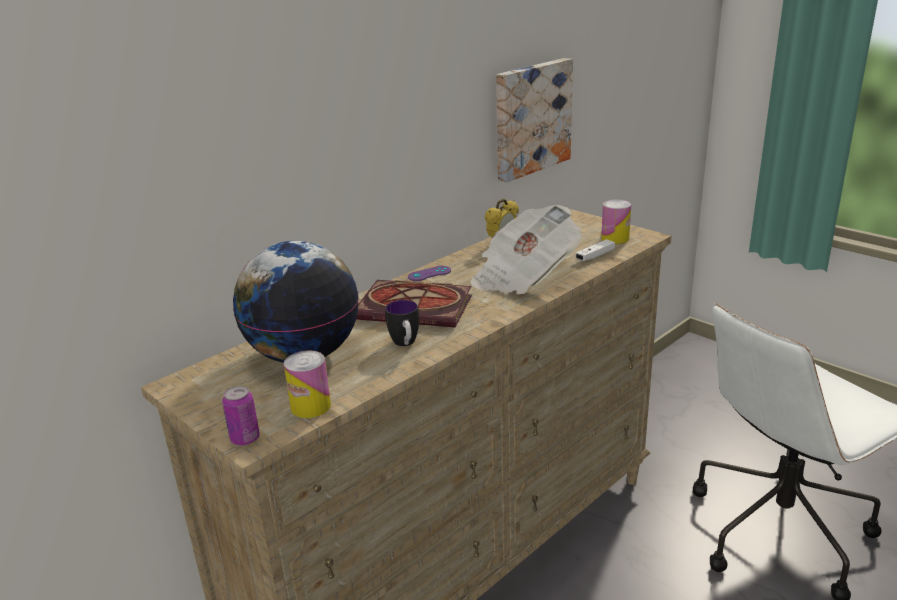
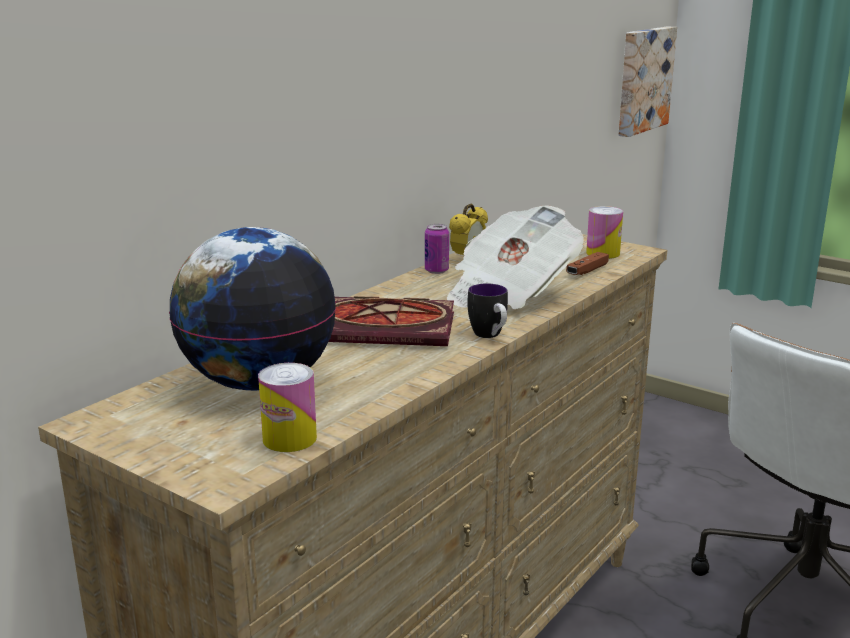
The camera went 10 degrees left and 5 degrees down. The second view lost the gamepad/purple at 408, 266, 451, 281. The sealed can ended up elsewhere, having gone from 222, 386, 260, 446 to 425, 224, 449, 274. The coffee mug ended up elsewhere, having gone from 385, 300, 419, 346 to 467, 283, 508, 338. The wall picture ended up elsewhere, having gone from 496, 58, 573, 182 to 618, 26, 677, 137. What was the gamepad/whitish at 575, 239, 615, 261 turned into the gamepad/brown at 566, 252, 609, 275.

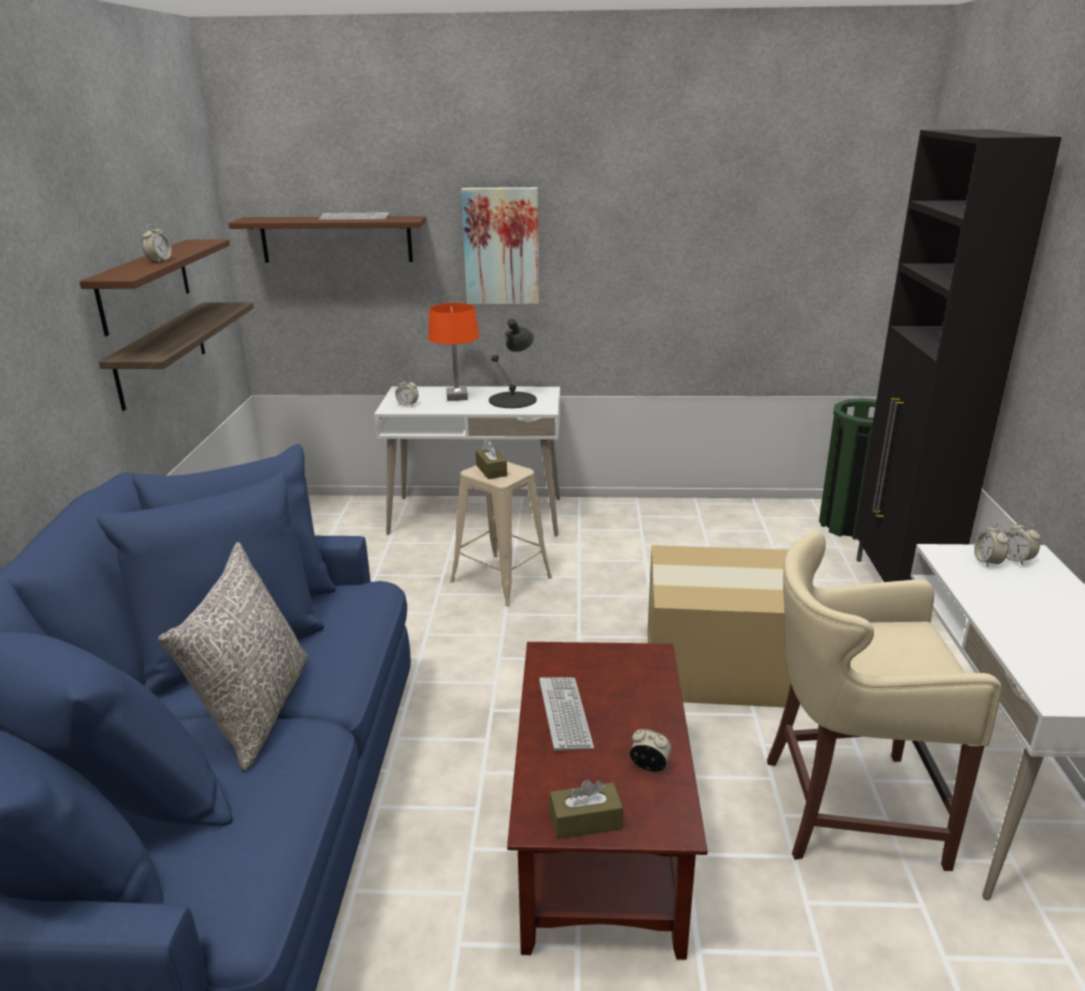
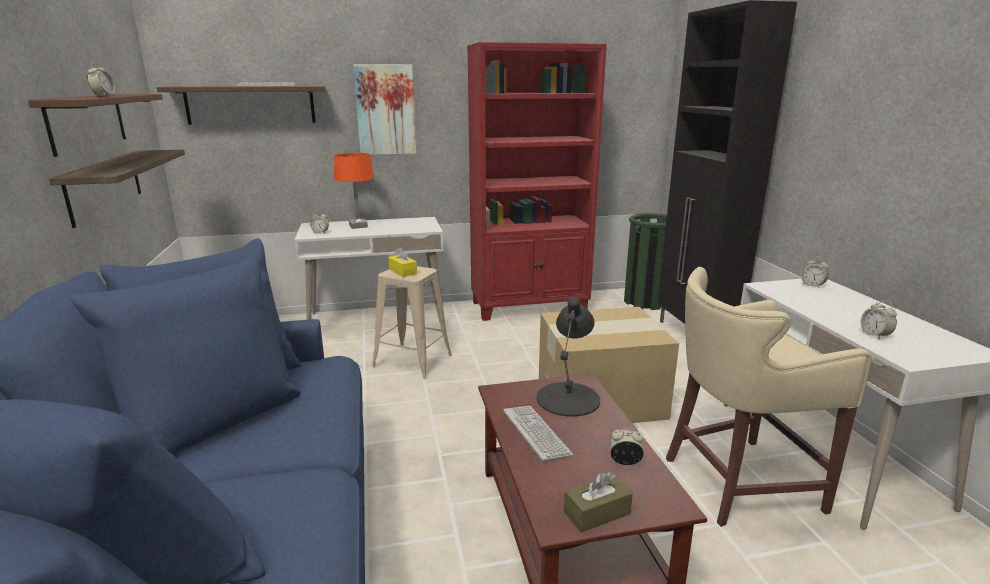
The camera went 15 degrees left and 5 degrees down. The second view lost the pillow/gray at 158, 542, 308, 770. The second view gained the bookshelf/reddish at 467, 42, 607, 321. The lamp for a table/black-coloured ended up elsewhere, having gone from 489, 319, 537, 408 to 537, 296, 600, 417. The bedside clock ended up elsewhere, having gone from 974, 523, 1009, 567 to 861, 300, 897, 340. What was the tissue box/brown at 476, 441, 507, 479 turned into the tissue box/yellow at 388, 247, 417, 277.

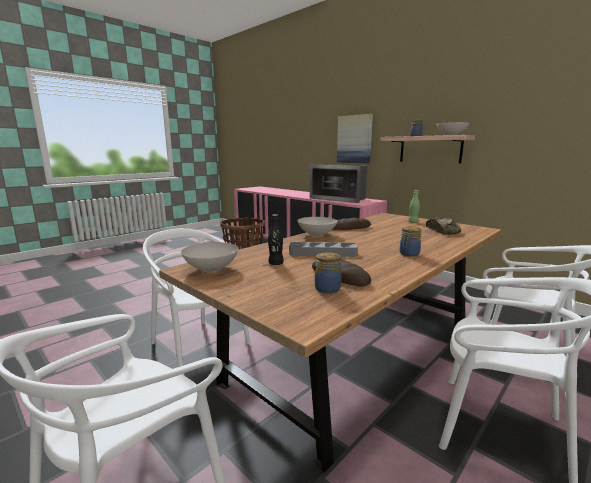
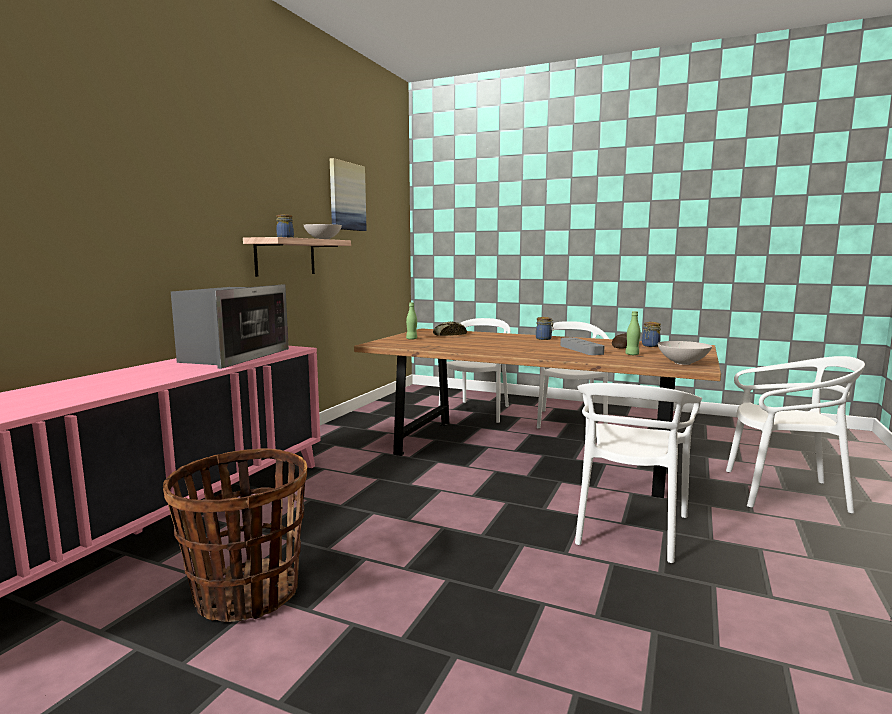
The camera went 110 degrees left and 5 degrees down. The second view lost the bowl/whitish at 298, 217, 337, 237. The second view lost the baked bread at 333, 218, 371, 230. The wall picture ended up elsewhere, having gone from 337, 114, 373, 163 to 330, 158, 367, 231. What was the bottle/black-coloured at 268, 214, 284, 265 turned into the bottle/green at 625, 311, 641, 355.

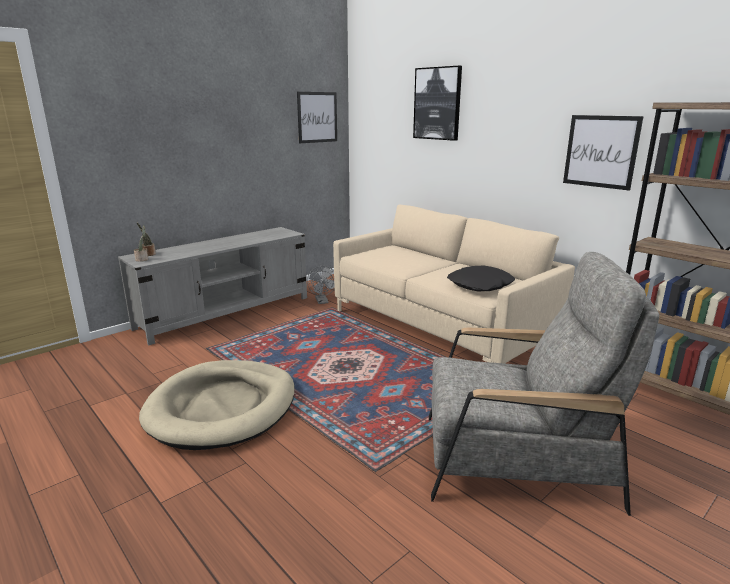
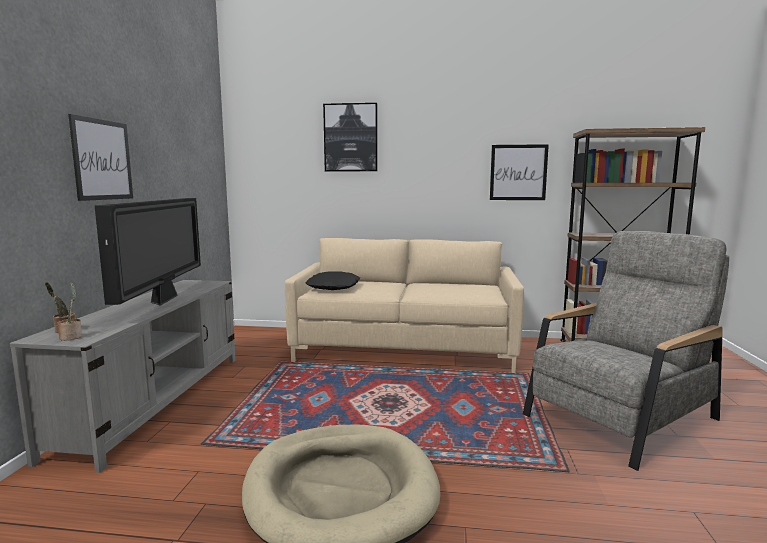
The camera went 40 degrees left and 10 degrees down. The second view lost the cooling fan/gray at 307, 266, 335, 304. The second view gained the television at 95, 198, 201, 306. The wall picture ended up elsewhere, having gone from 297, 92, 337, 143 to 68, 114, 133, 201. The pillow/black-coloured ended up elsewhere, having gone from 447, 265, 515, 291 to 306, 271, 360, 290.

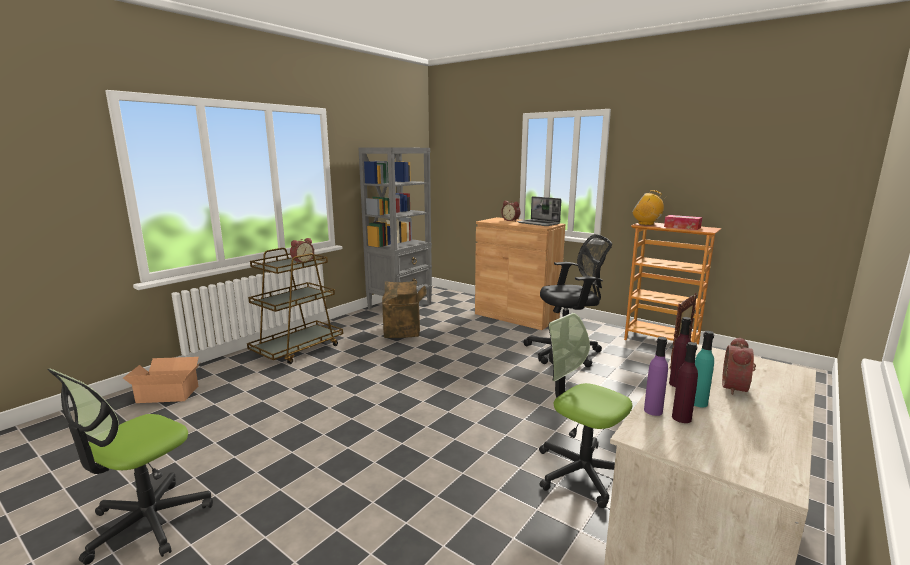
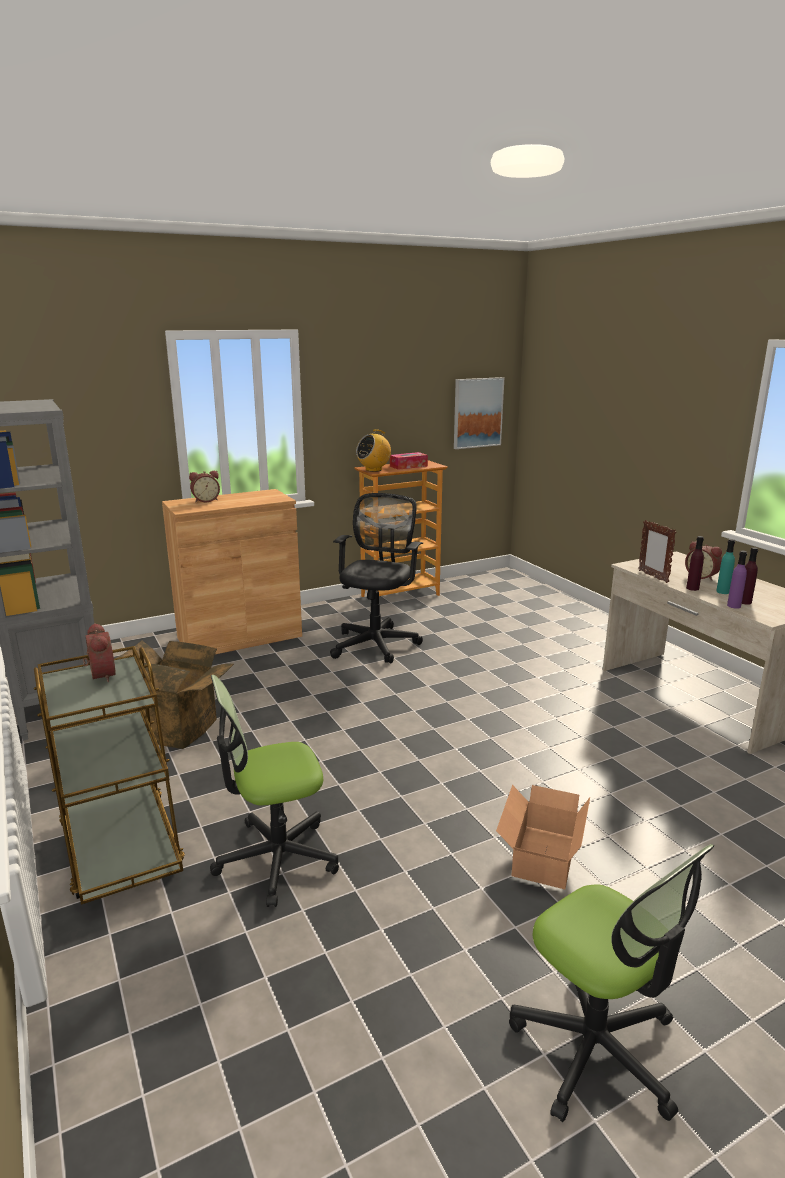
The camera went 65 degrees left and 5 degrees up. The second view lost the notebook computer at 517, 196, 561, 226. The second view gained the wall picture at 454, 377, 504, 449. The cardboard box ended up elsewhere, having gone from 123, 357, 200, 403 to 496, 785, 590, 889. The desk chair ended up elsewhere, having gone from 539, 313, 632, 508 to 210, 675, 339, 907.

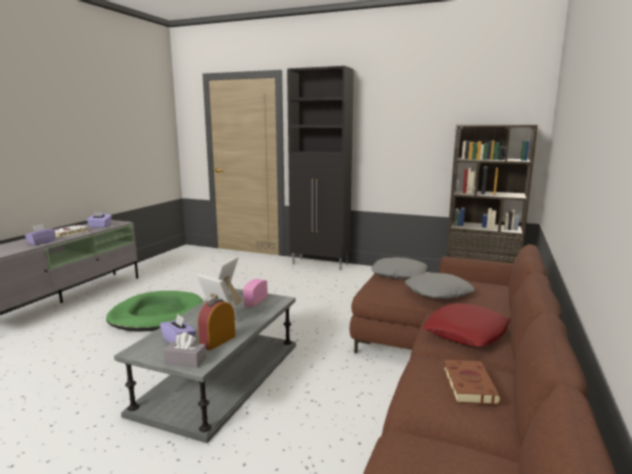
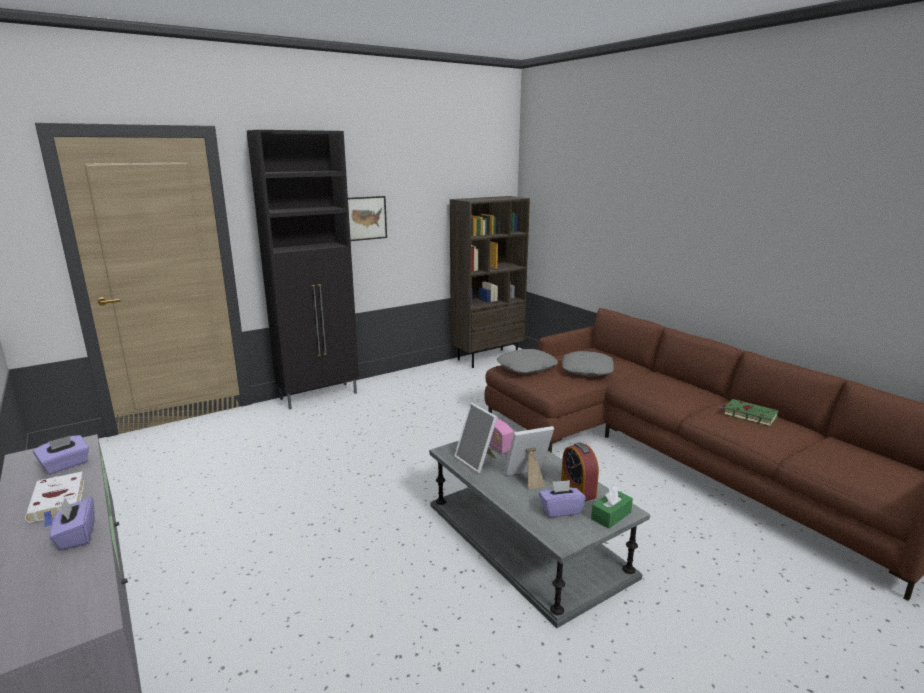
The camera went 55 degrees left and 5 degrees up. The second view lost the dog bed/green at 106, 291, 203, 331. The second view lost the pillow/reddish at 423, 303, 510, 347. The second view gained the wall picture at 348, 196, 387, 241. What was the tissue box/gray at 164, 332, 206, 368 turned into the tissue box/green at 591, 486, 633, 529. What was the book/brown at 444, 360, 501, 405 turned into the book/green at 719, 399, 778, 426.

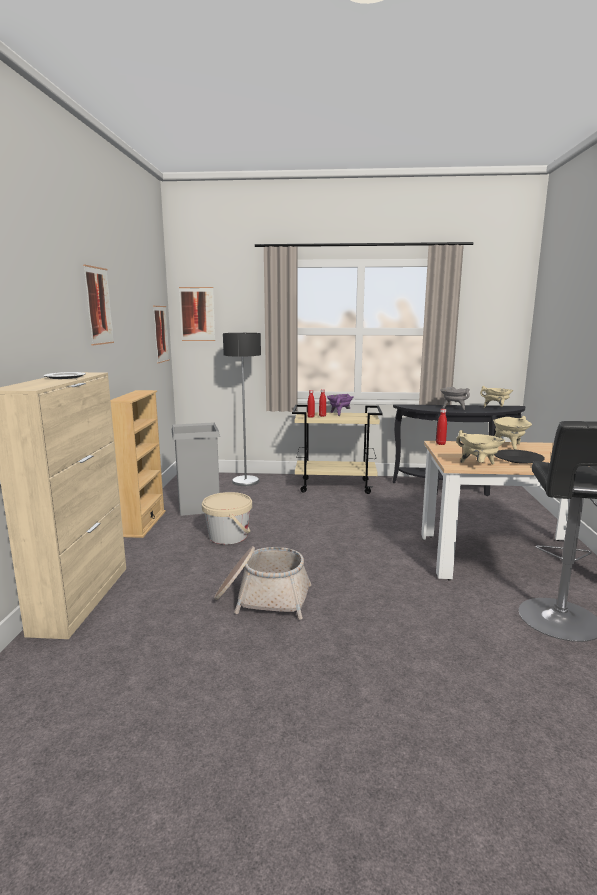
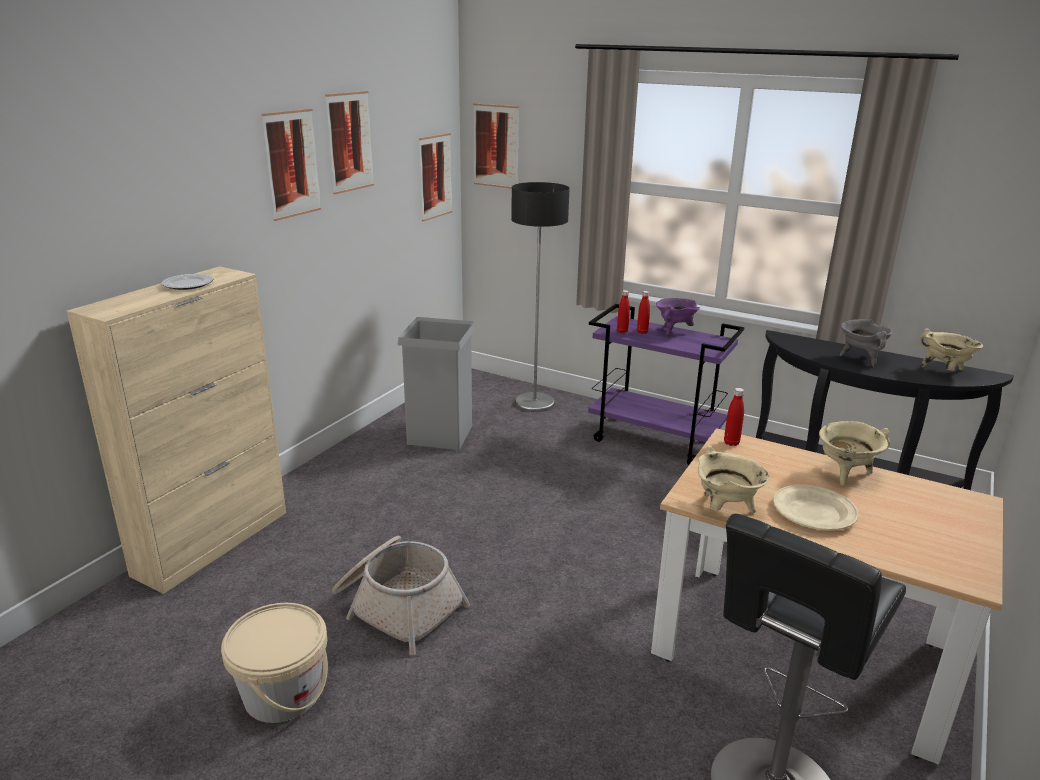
The camera went 25 degrees right and 10 degrees up. The second view lost the bookshelf/beige-coloured at 110, 390, 166, 538. The second view gained the wall picture at 325, 91, 374, 194. The bucket/beige-coloured ended up elsewhere, having gone from 202, 492, 252, 544 to 221, 603, 328, 723. What was the trolley/beige-coloured at 292, 405, 383, 494 turned into the trolley/purple at 588, 304, 744, 465. What was the plate/black-coloured at 494, 449, 545, 464 turned into the plate/beige-coloured at 773, 485, 858, 530.

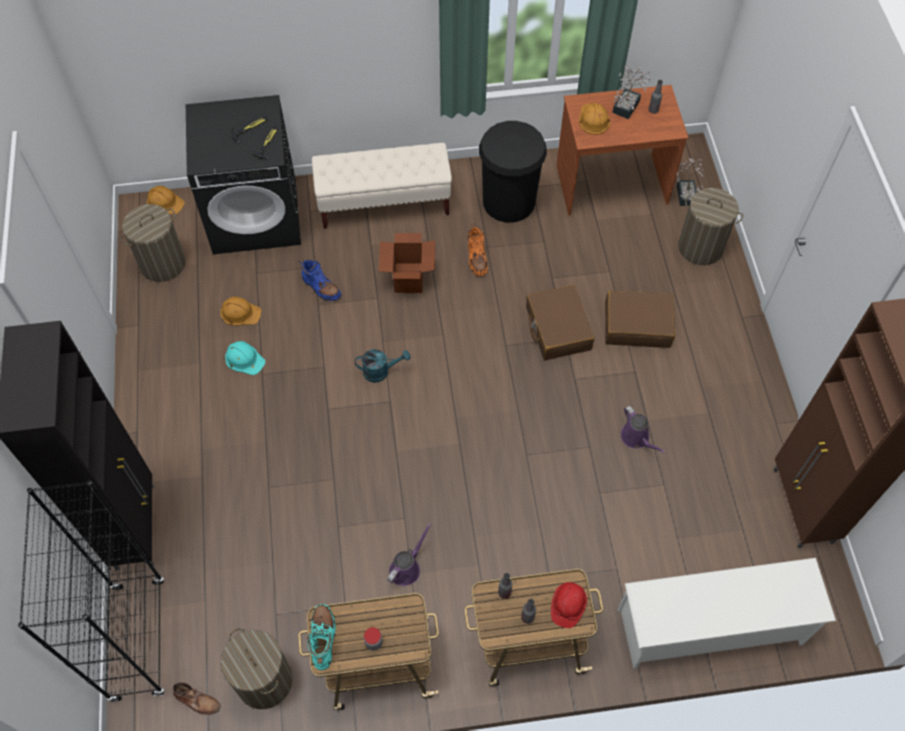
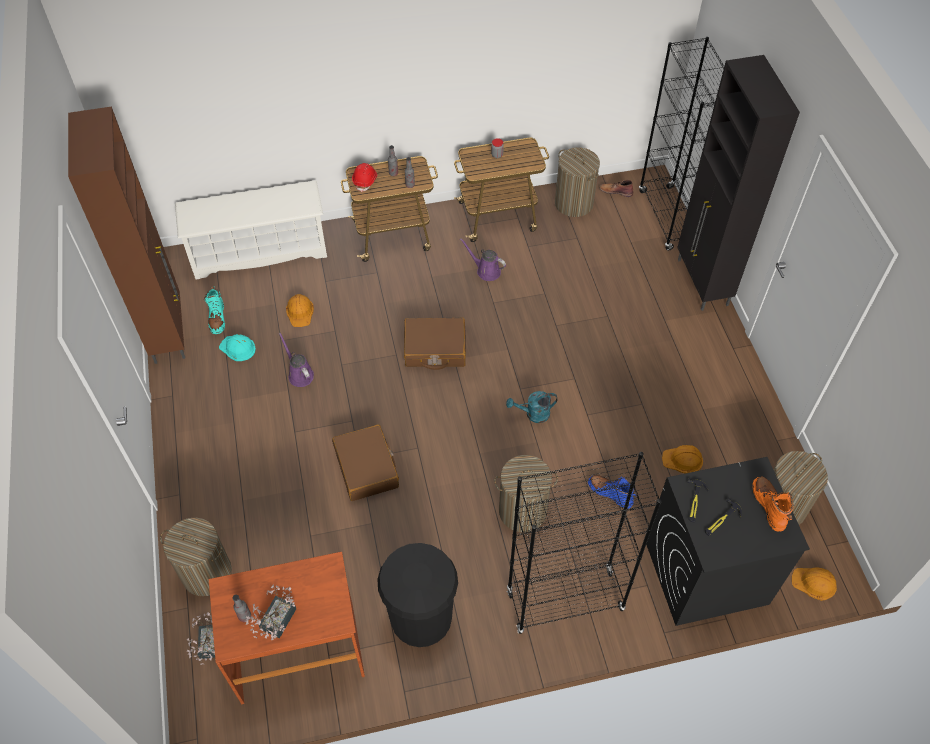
The camera went 175 degrees right and 5 degrees down. The hard hat/turquoise-coloured ended up elsewhere, having gone from 225, 341, 266, 375 to 219, 334, 256, 361. The boot/turquoise-coloured ended up elsewhere, having gone from 307, 604, 336, 670 to 204, 286, 225, 334. The boot/orange-coloured ended up elsewhere, having gone from 467, 224, 488, 276 to 752, 477, 794, 532. The hard hat/orange-coloured ended up elsewhere, having gone from 579, 103, 610, 135 to 286, 294, 314, 327. The suitcase/brown ended up elsewhere, having gone from 605, 291, 675, 348 to 404, 318, 466, 370. Where the bench/beige-coloured stood at 312, 143, 452, 229, the bookshelf/black-coloured came to stand at 507, 452, 662, 634. Where the cardboard box stood at 379, 233, 435, 293, the laundry basket came to stand at 494, 455, 558, 532. The sprinkling can/purple at 387, 523, 431, 586 ended up facing another way, 90 degrees clockwise from before.

